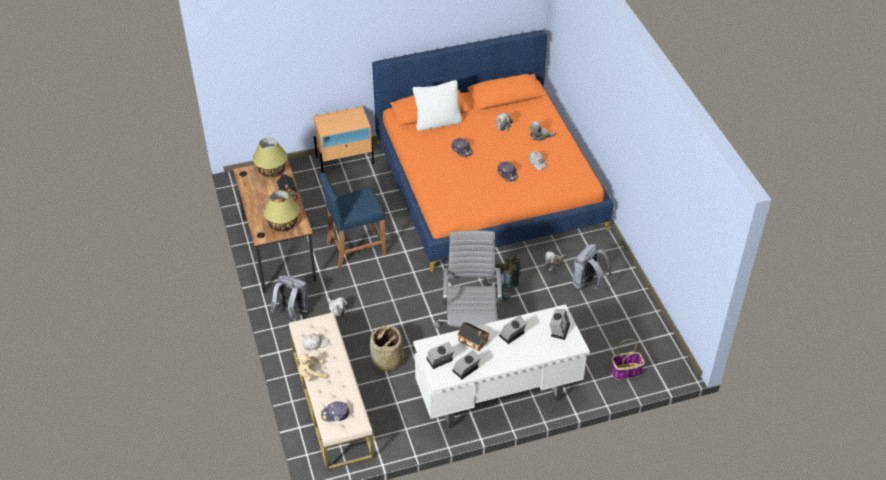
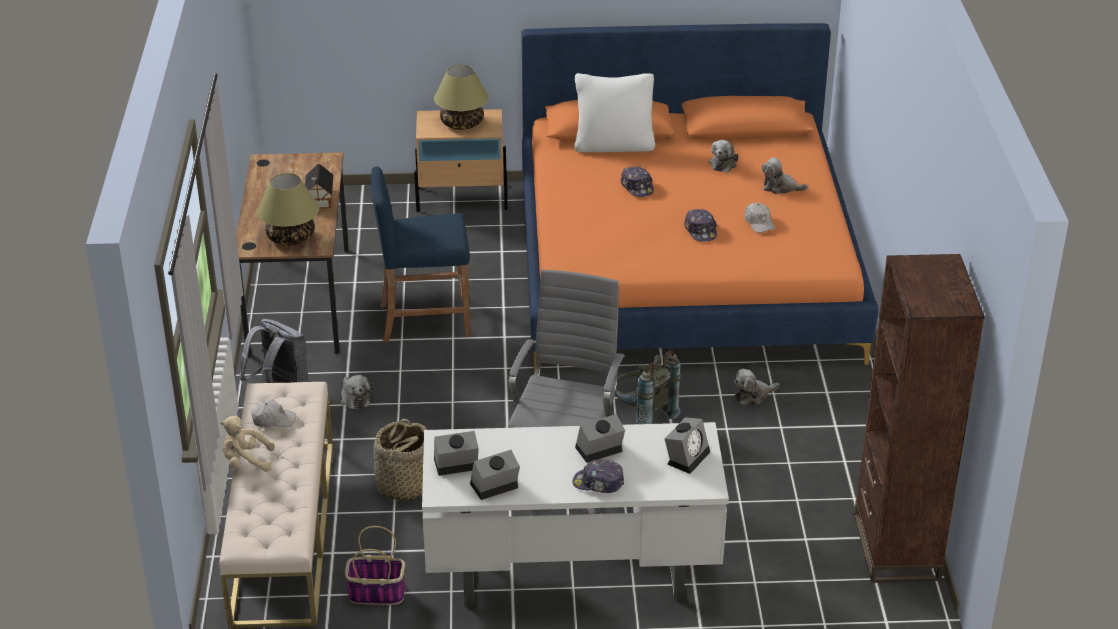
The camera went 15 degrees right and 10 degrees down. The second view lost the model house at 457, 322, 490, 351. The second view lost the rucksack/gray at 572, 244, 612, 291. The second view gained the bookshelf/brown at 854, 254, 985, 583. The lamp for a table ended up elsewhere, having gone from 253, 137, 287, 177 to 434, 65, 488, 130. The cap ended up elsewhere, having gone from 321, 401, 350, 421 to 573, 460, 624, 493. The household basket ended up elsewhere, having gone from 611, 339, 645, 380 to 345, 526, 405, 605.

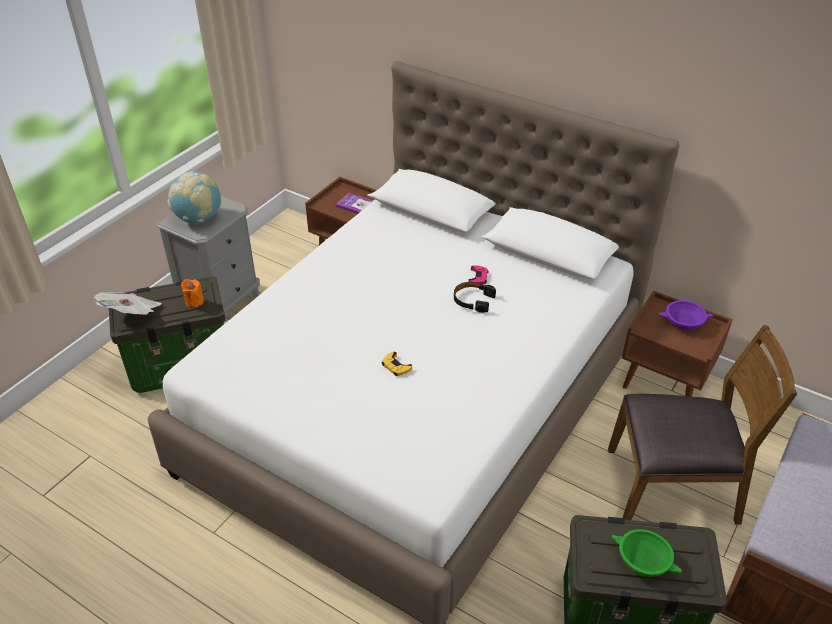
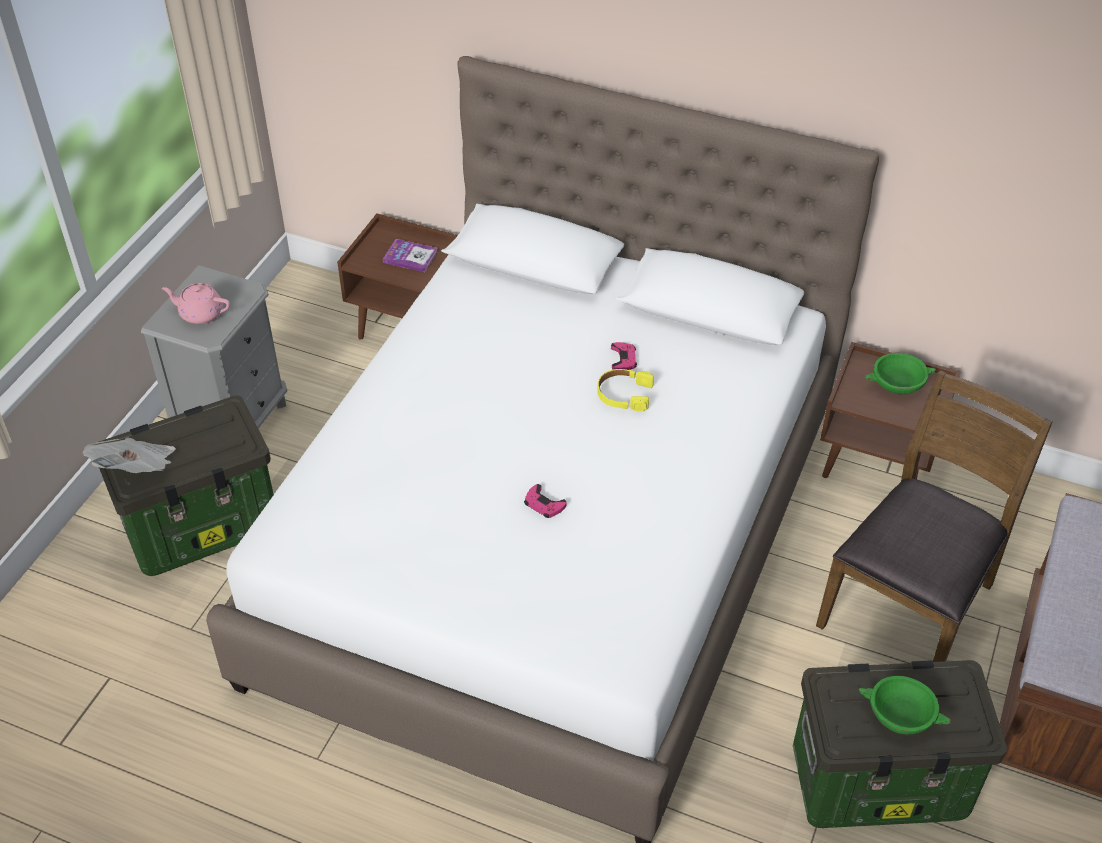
The camera went 10 degrees left and 5 degrees up. The second view lost the wax light/orange-coloured at 181, 279, 204, 308. Where the desk globe stood at 167, 171, 221, 223, the pot for tea/pink came to stand at 162, 283, 230, 324. What was the gamepad/yellow at 382, 352, 412, 376 turned into the gamepad/pink at 524, 484, 567, 518. What was the pair of headphones/black-coloured at 454, 282, 496, 313 turned into the pair of headphones/yellow at 597, 369, 654, 412. What was the bowl/purple at 658, 300, 714, 330 turned into the bowl/green at 864, 353, 936, 394. The upright chair/brown at 608, 325, 797, 525 ended up facing another way, 45 degrees counterclockwise from before.

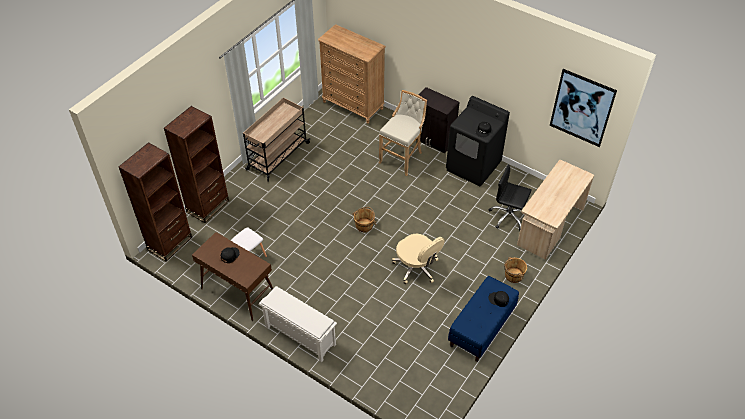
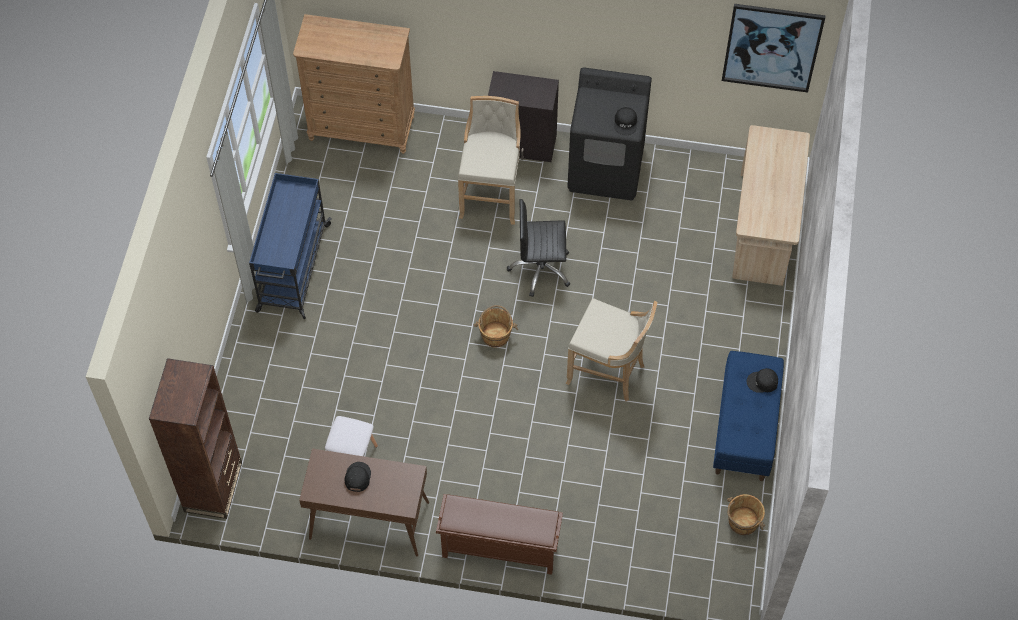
The camera went 25 degrees left and 10 degrees up. The second view lost the bookshelf/brown at 164, 106, 229, 223. The desk chair/black-coloured ended up elsewhere, having gone from 489, 164, 532, 230 to 507, 199, 570, 297. The bucket/brown ended up elsewhere, having gone from 504, 257, 527, 283 to 727, 494, 765, 535. Where the desk chair/beige-coloured stood at 392, 234, 445, 284, the stool/beige-coloured came to stand at 566, 298, 657, 401. What was the trolley/beige-coloured at 243, 98, 310, 182 turned into the trolley/blue at 249, 173, 332, 319. What was the shoe shelf/whitish at 259, 286, 337, 362 turned into the shoe shelf/brown at 436, 494, 563, 575.

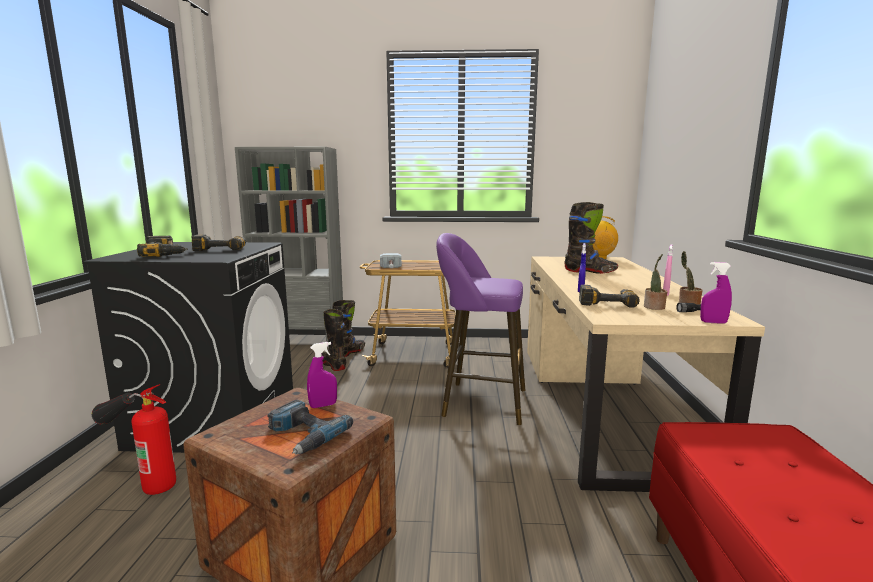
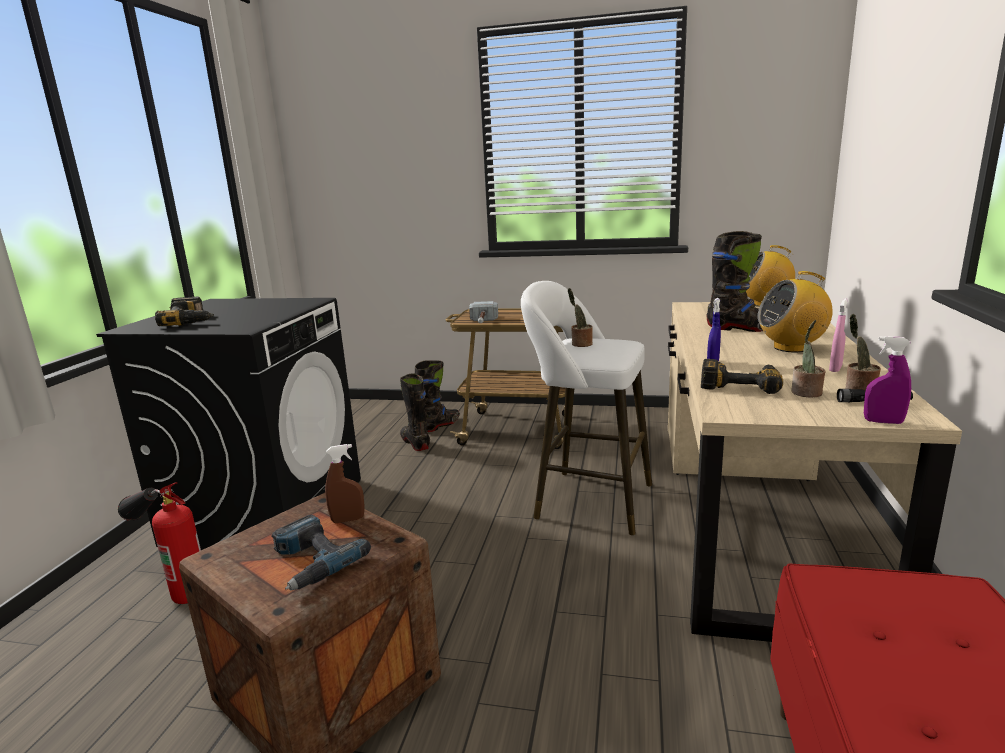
The camera went 10 degrees right and 5 degrees up. The second view lost the power drill at 191, 234, 246, 251. The second view lost the bookshelf/gray at 235, 147, 343, 348. The second view gained the plant in a pot at 568, 288, 593, 347. The second view gained the radio receiver at 758, 271, 833, 352. What was the sprayer/purple at 307, 342, 337, 408 turned into the sprayer/brown at 325, 444, 365, 523. What was the stool/purple at 436, 233, 525, 425 turned into the stool/whitish at 521, 281, 652, 535.

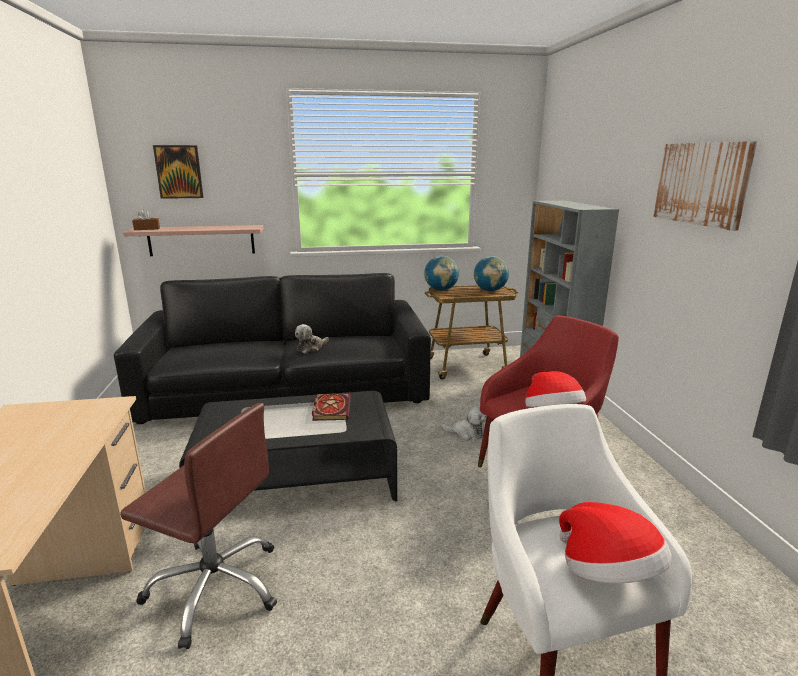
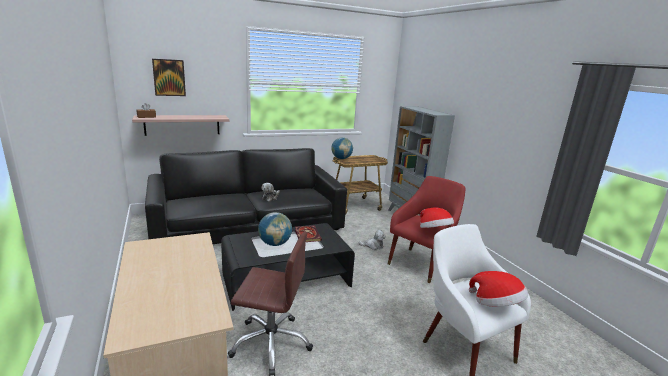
The camera went 15 degrees left and 0 degrees up. The second view lost the wall picture at 654, 141, 757, 231. The desk globe ended up elsewhere, having gone from 474, 256, 509, 291 to 258, 212, 292, 246.

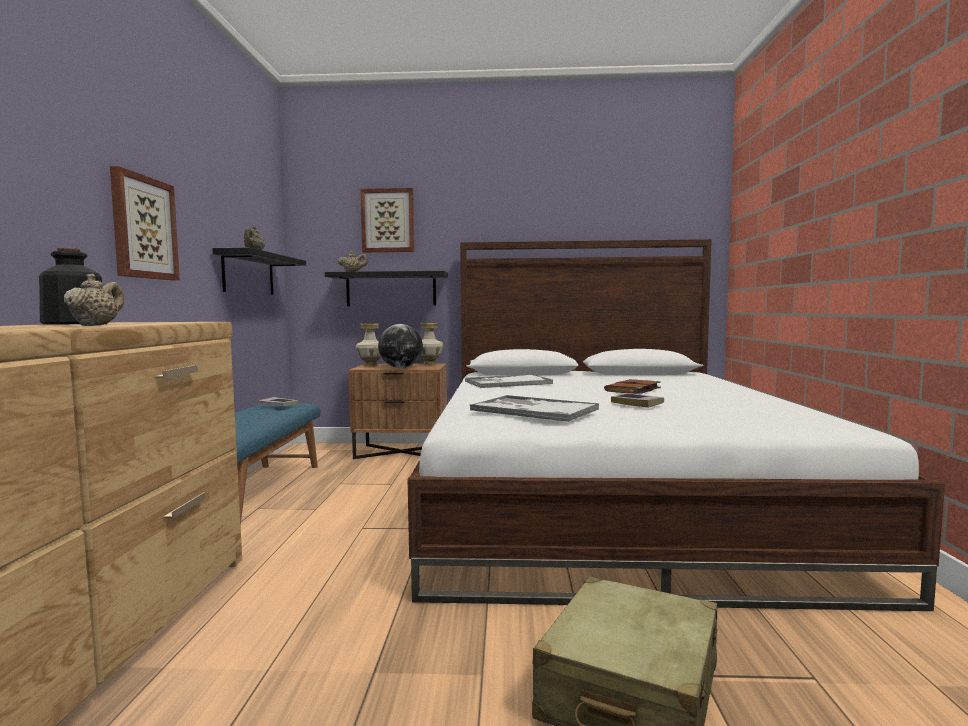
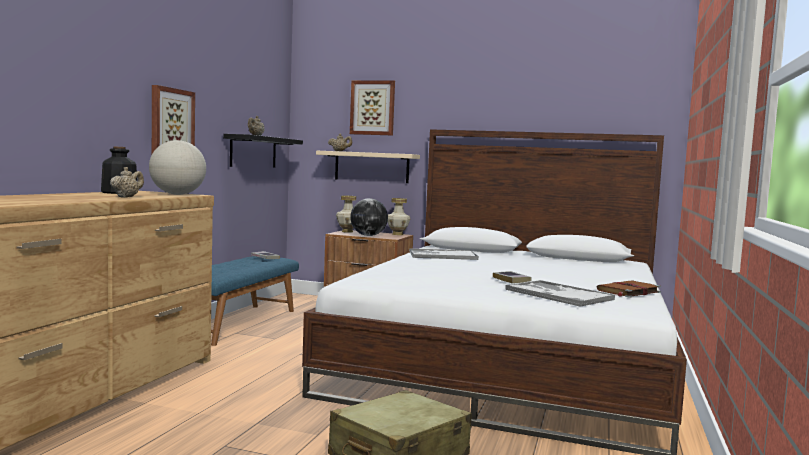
The camera went 15 degrees right and 0 degrees up. The second view gained the desk globe at 149, 140, 206, 195. The carrying tray ended up elsewhere, having gone from 470, 395, 599, 422 to 505, 280, 615, 307. The book/brown ended up elsewhere, having gone from 604, 379, 661, 395 to 597, 280, 661, 298. What was the shelf/black-coloured at 325, 271, 448, 306 turned into the shelf/beige-coloured at 316, 151, 420, 183.

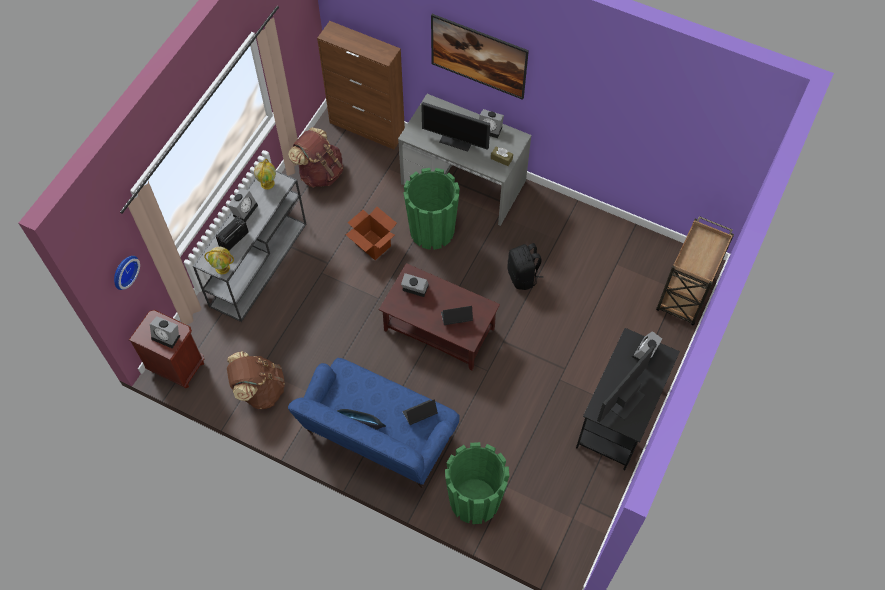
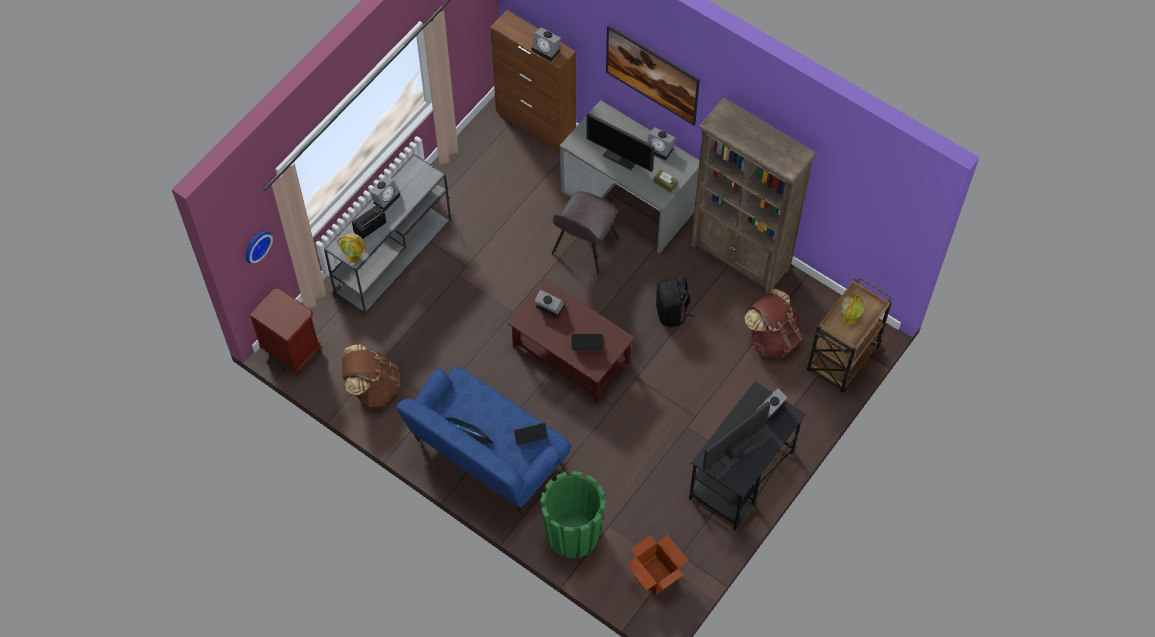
The camera went 10 degrees right and 0 degrees up. The second view gained the bookshelf/brown at 690, 98, 817, 293. The bedside clock ended up elsewhere, having gone from 150, 316, 180, 349 to 531, 27, 561, 61. The desk globe ended up elsewhere, having gone from 254, 159, 276, 190 to 840, 293, 865, 324. The rucksack/brown ended up elsewhere, having gone from 288, 127, 343, 188 to 744, 289, 803, 357. The cardboard box ended up elsewhere, having gone from 345, 207, 397, 260 to 626, 535, 688, 595. Where the flower pot/green stood at 403, 168, 460, 250, the upright chair/gray came to stand at 552, 191, 619, 275.

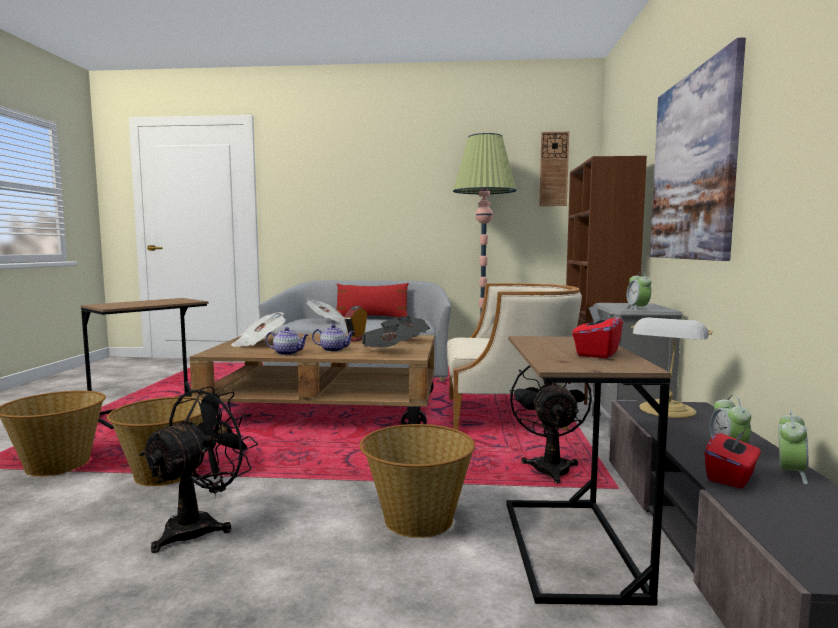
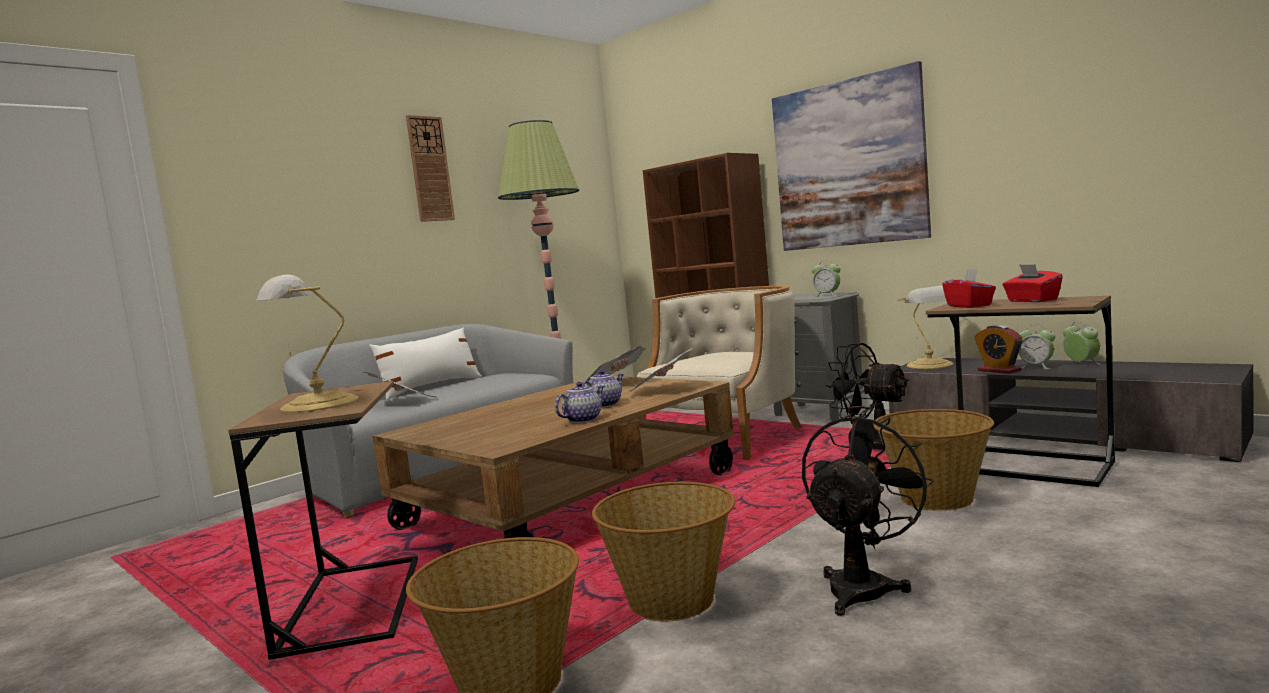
The camera went 50 degrees left and 0 degrees up. The second view lost the printed paper at 231, 312, 286, 347. The second view gained the lamp for a table at 257, 274, 358, 413. The bedside clock ended up elsewhere, having gone from 344, 306, 368, 342 to 974, 325, 1023, 374. The wall clock ended up elsewhere, having gone from 539, 131, 569, 206 to 406, 115, 455, 222. The tissue box/reddish ended up elsewhere, having gone from 705, 429, 761, 489 to 942, 269, 996, 308. What was the pillow/reddish at 336, 283, 409, 317 turned into the pillow/whitish at 369, 327, 482, 400. The cooling fan/black-coloured at 139, 386, 258, 553 ended up facing another way, 60 degrees clockwise from before.

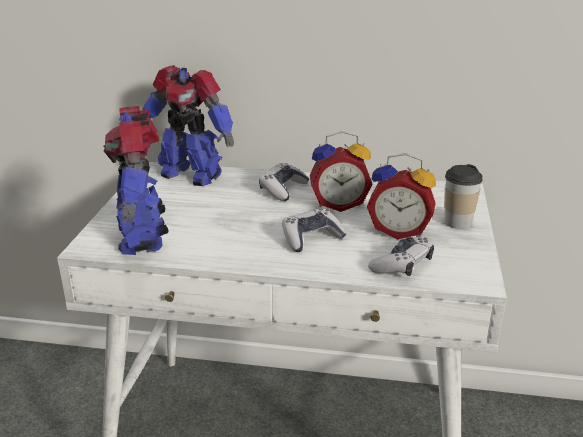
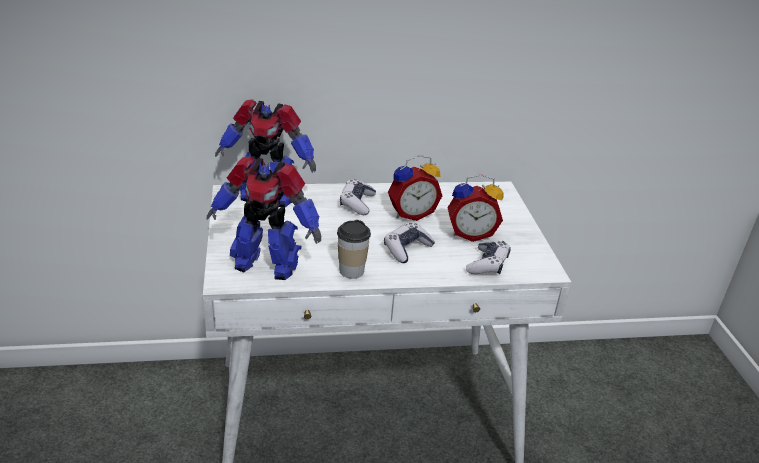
The camera went 20 degrees left and 5 degrees up. The cup ended up elsewhere, having gone from 444, 164, 483, 229 to 337, 220, 371, 279. The model robot at 104, 106, 168, 255 ended up facing another way, 45 degrees counterclockwise from before.

